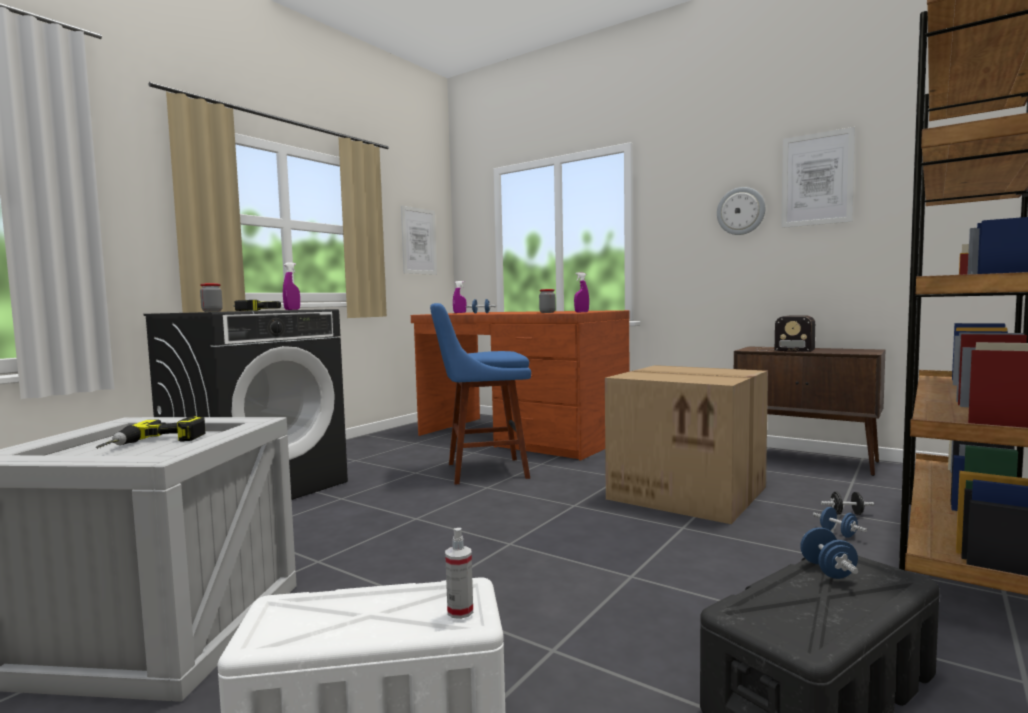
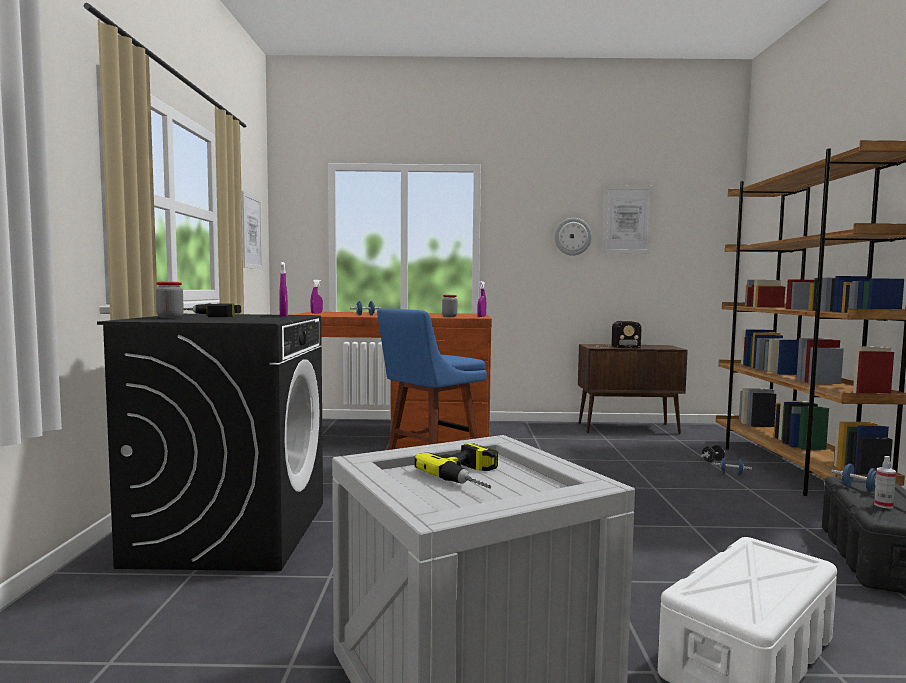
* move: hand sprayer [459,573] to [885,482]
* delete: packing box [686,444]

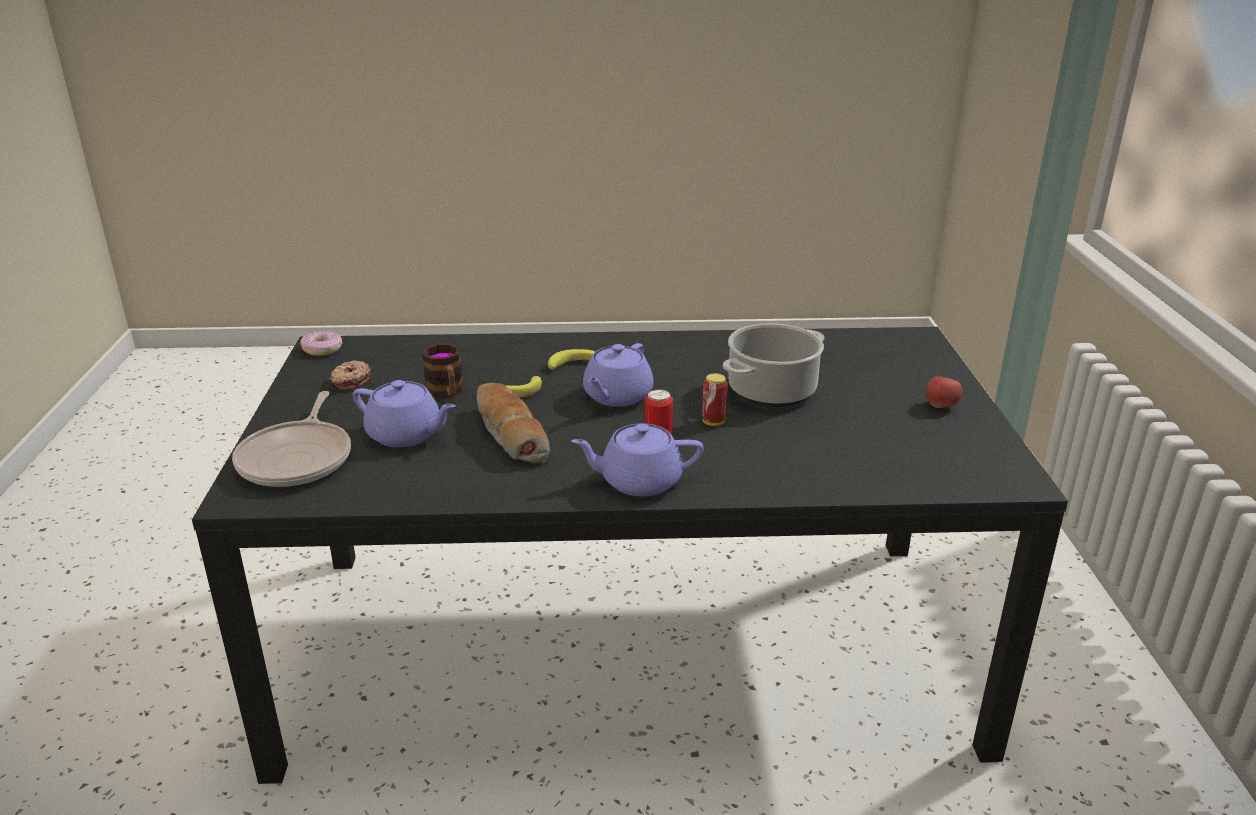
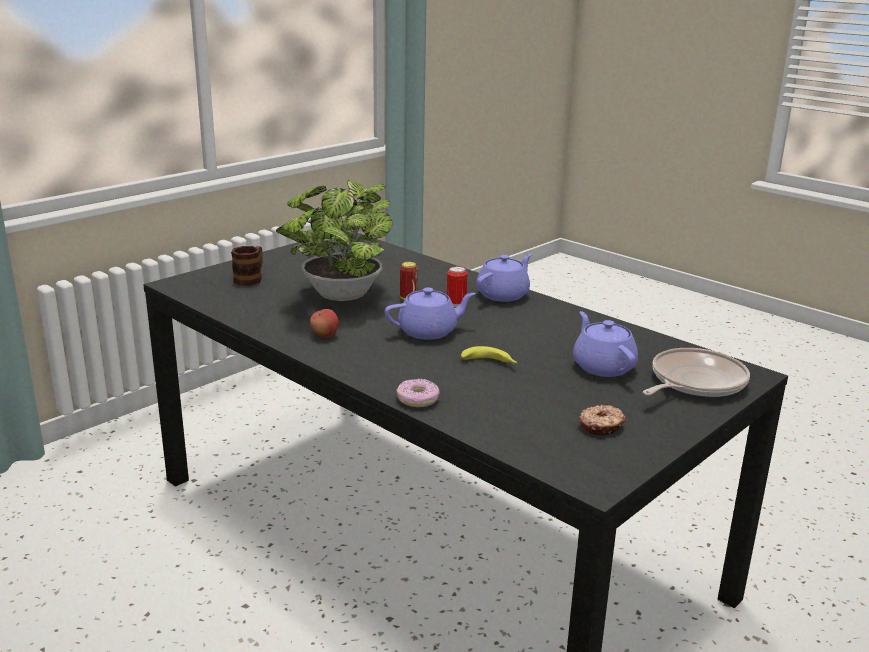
* move: donut [321,343] to [418,393]
* move: coffee mug [443,370] to [247,265]
* delete: bread [513,423]
* delete: banana fruit [571,359]
* rotate: pot for tea (purple-coloured) [637,460] = [504,278] 90 degrees counterclockwise
* replace: cooking pot [773,365] to houseplant [334,240]
* move: apple [944,392] to [324,323]

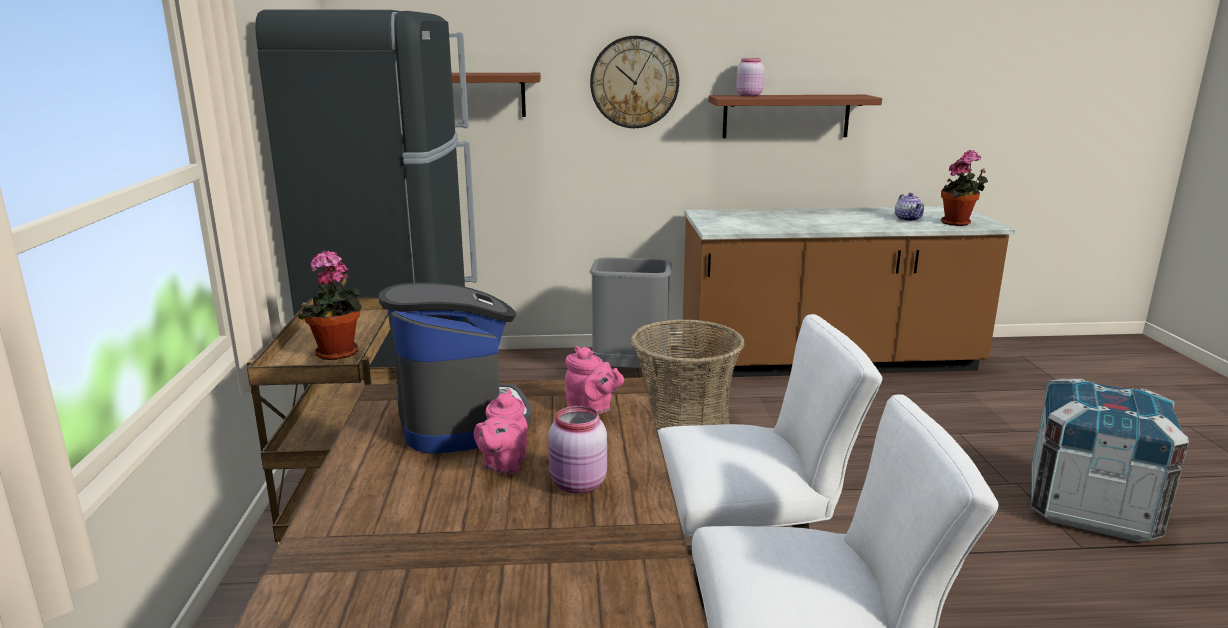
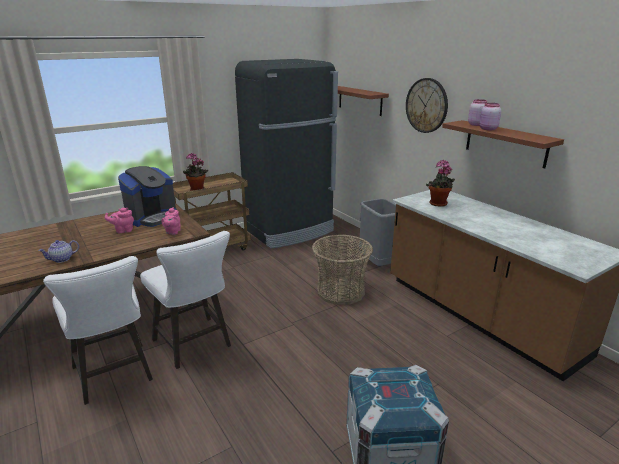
* move: preserve jar (pink) [577,450] to [490,116]
* move: pot for tea [909,207] to [58,251]
* move: houseplant [964,188] to [440,183]

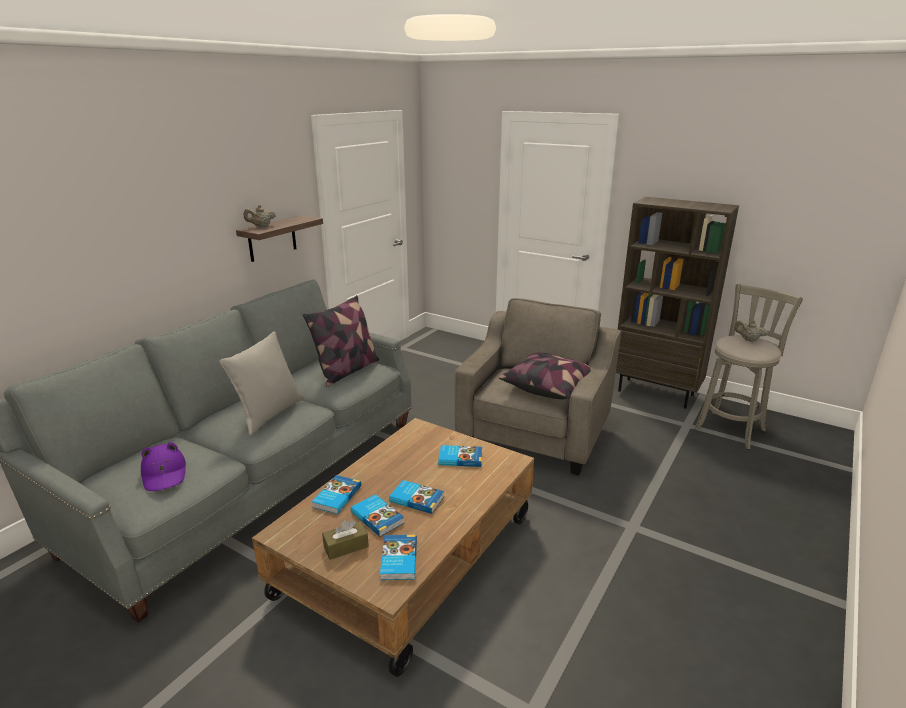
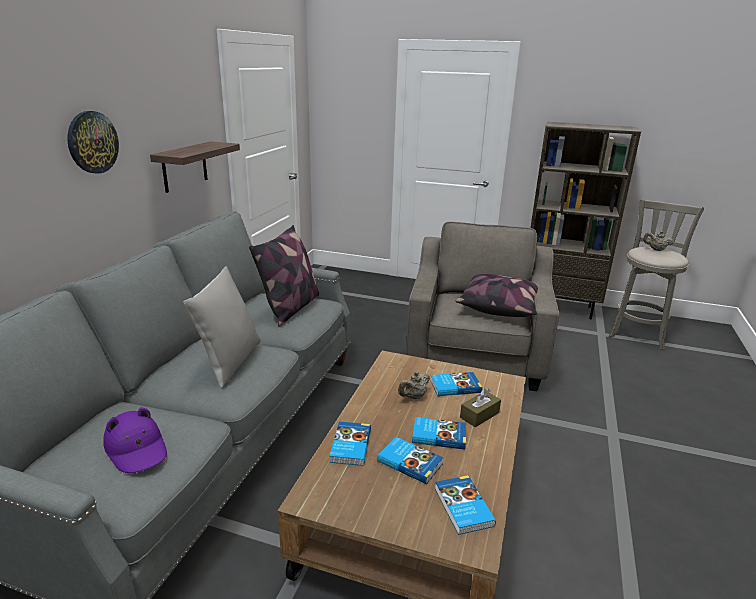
* move: pot for tea (sand-coloured) [260,216] to [414,385]
* move: box of tissues (brownish) [345,540] to [480,407]
* insert: clock on the wall [93,142]

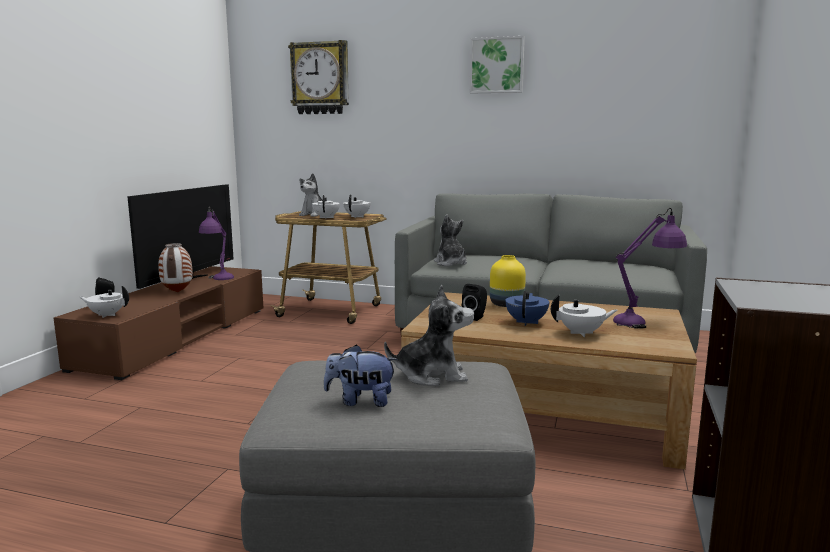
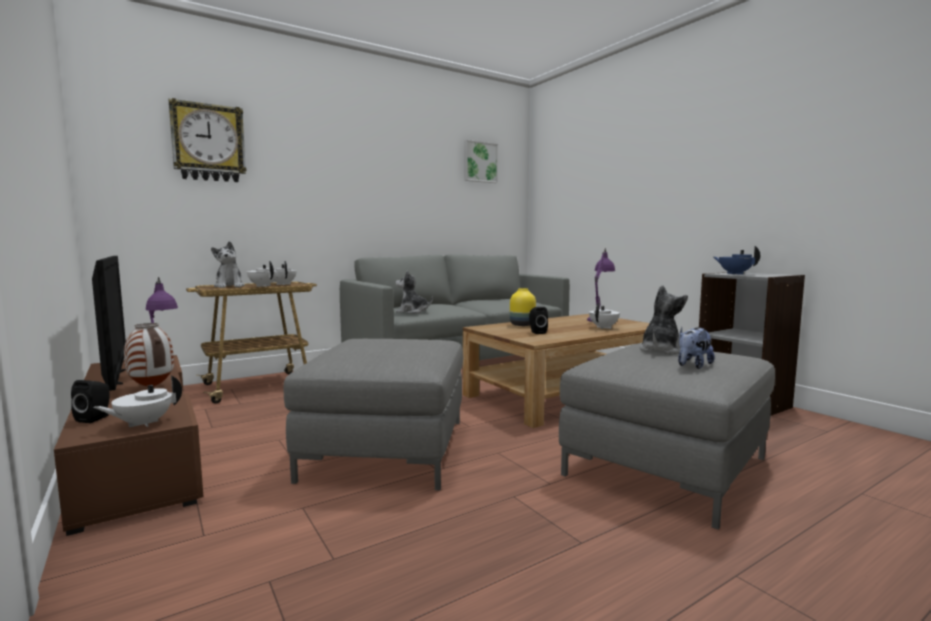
* move: wall picture [497,65] to [481,161]
* move: pot for tea (blue) [527,308] to [737,260]
* insert: ottoman (gray) [373,414]

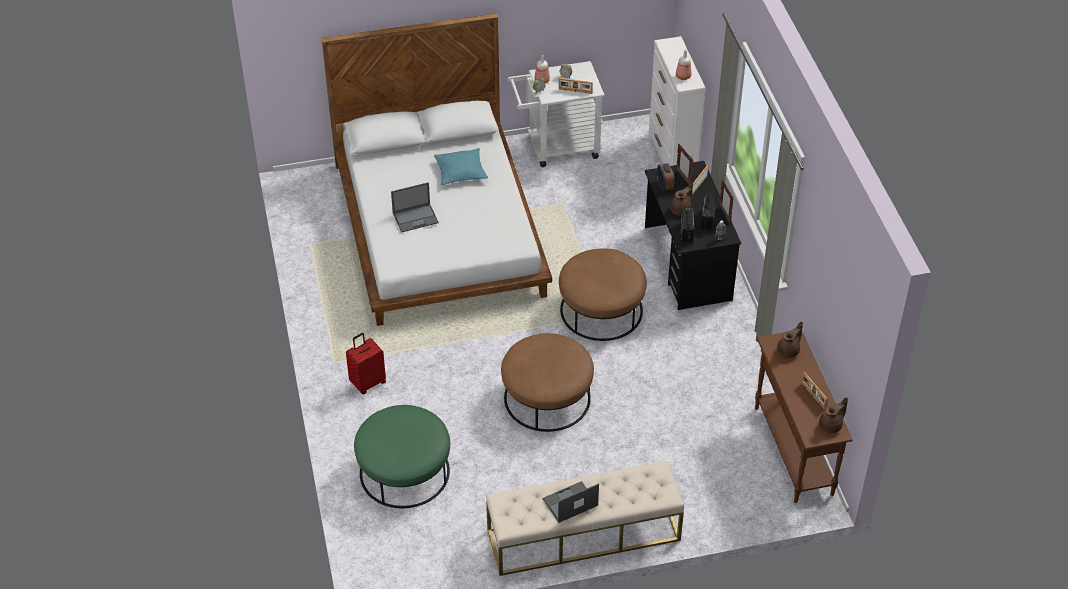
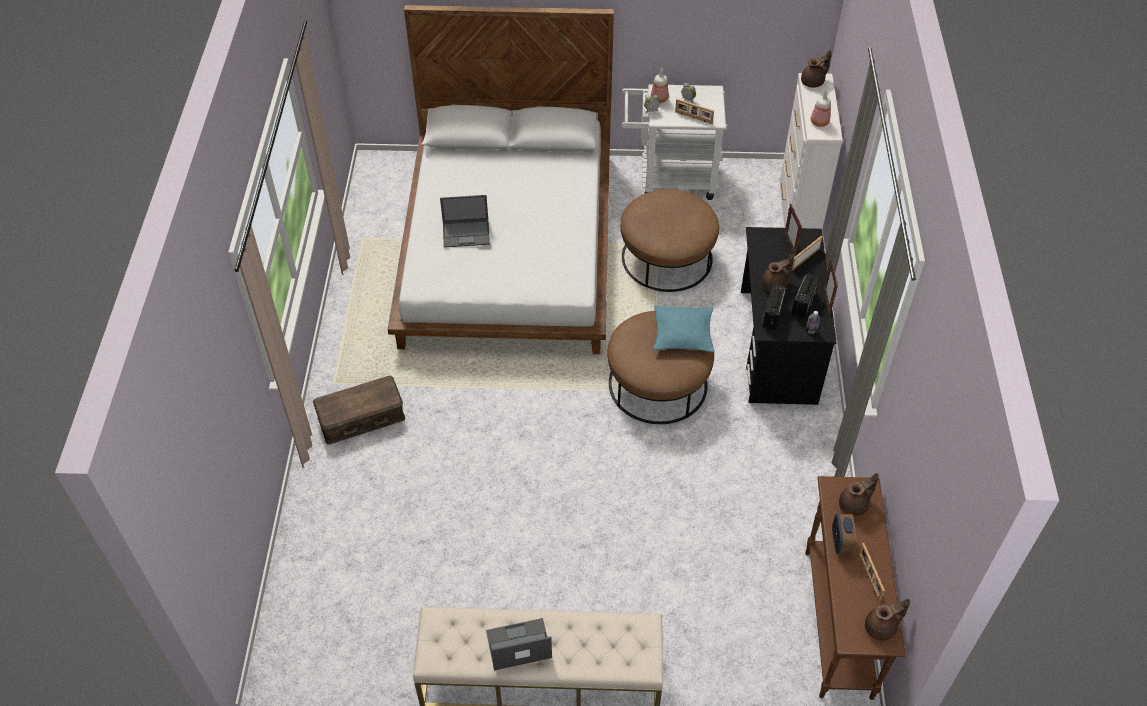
* replace: suitcase (reddish) [366,363] to storage container (brownish) [359,410]
* delete: ottoman (green-coloured) [402,456]
* move: throw pillow (turquoise) [461,166] to [683,328]
* move: ottoman (brownish) [547,382] to [670,240]
* move: alarm clock [665,177] to [844,534]
* insert: pot for tea (brownish) [816,69]

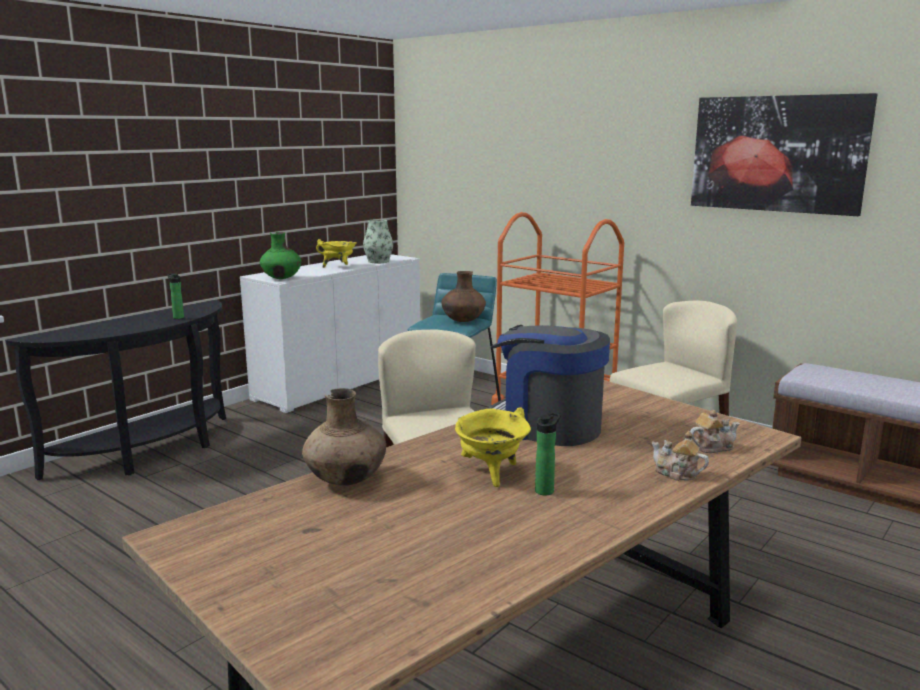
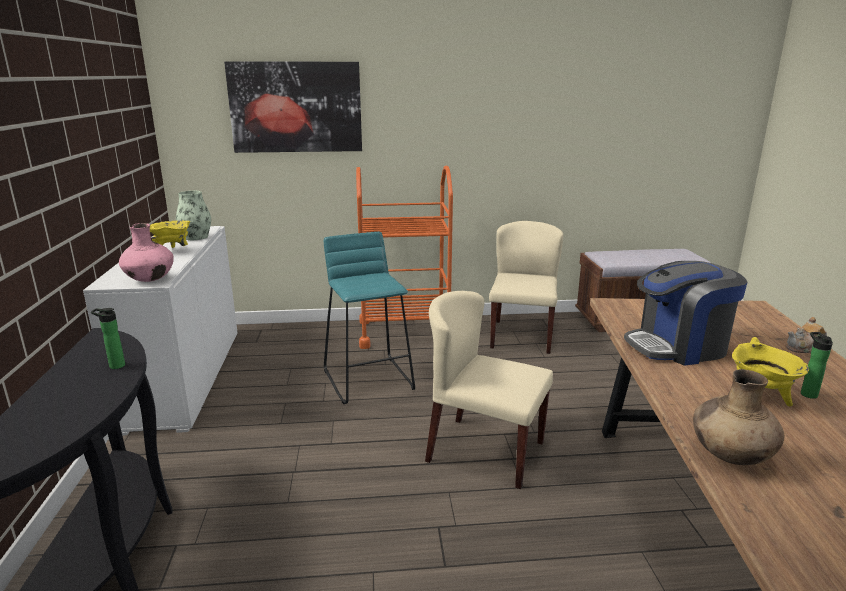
* recolor: decorative vase (green-coloured) [280,255] to decorative vase (pink) [146,252]
* delete: decorative vase (brownish) [463,296]
* delete: pot for tea [714,431]
* move: wall picture [784,154] to [293,107]

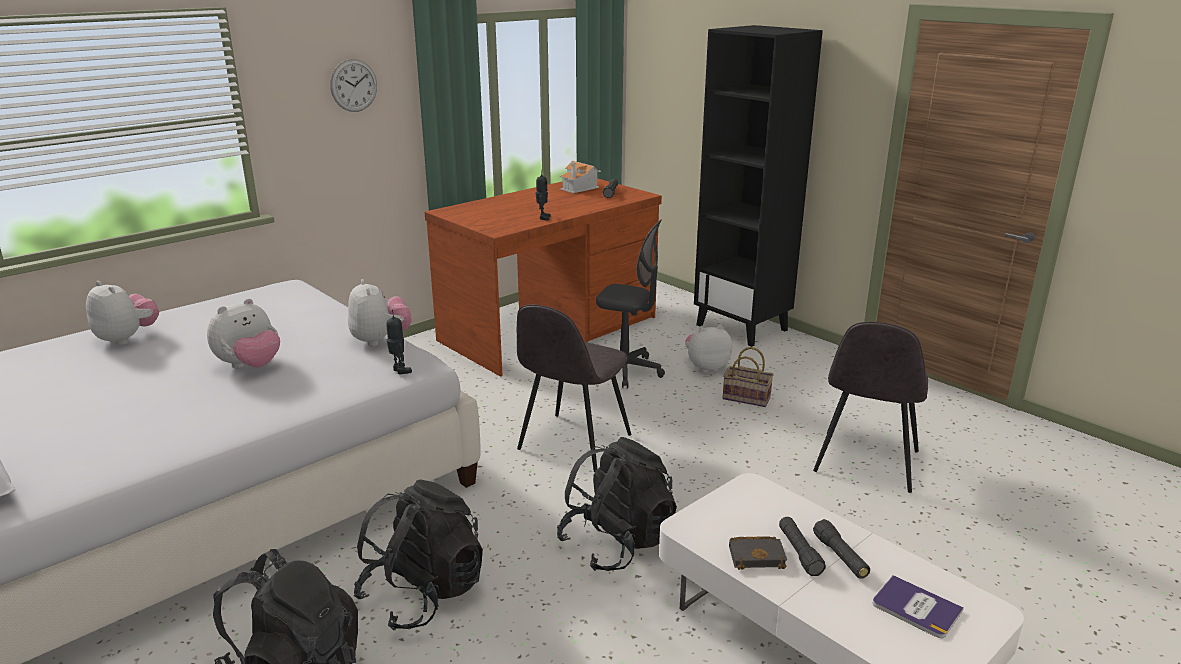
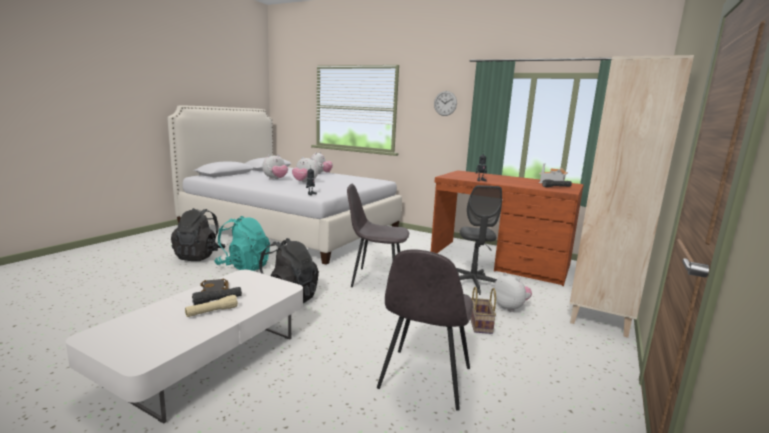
* move: cuddly toy [380,313] to [275,167]
* recolor: knapsack (blackish) [418,554] to knapsack (turquoise) [242,243]
* recolor: shelving unit (blackish) [758,186] to shelving unit (sand-coloured) [632,196]
* rotate: plain chair (gray) [870,407] = [425,330] 75 degrees counterclockwise
* recolor: flashlight (blackish) [841,549] to flashlight (sand-coloured) [211,306]
* delete: bound book [918,606]

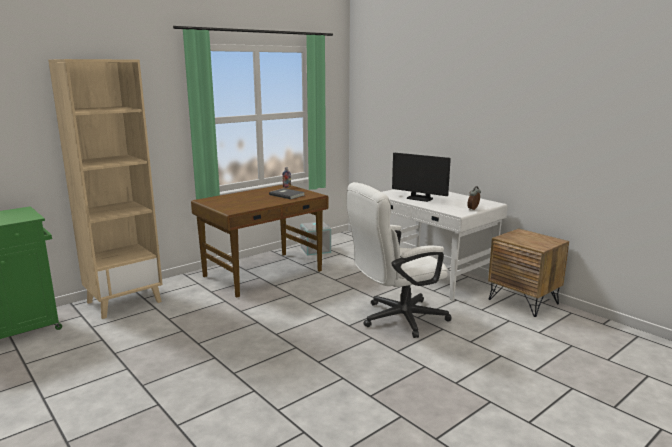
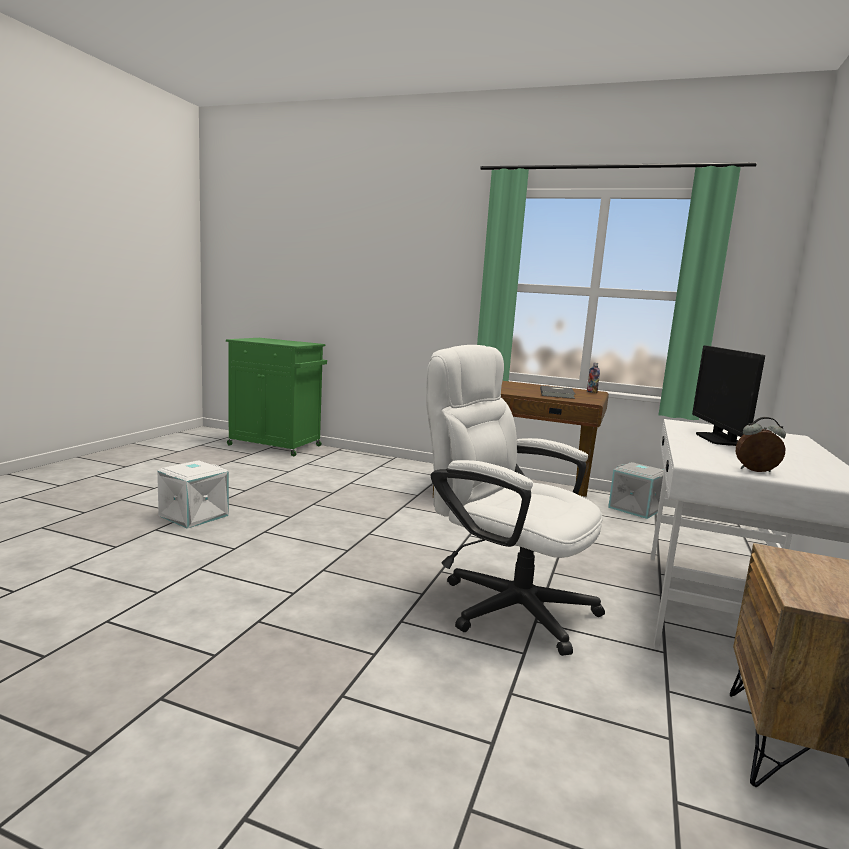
* delete: shelving unit (sand-coloured) [105,189]
* insert: storage container (white) [193,494]

